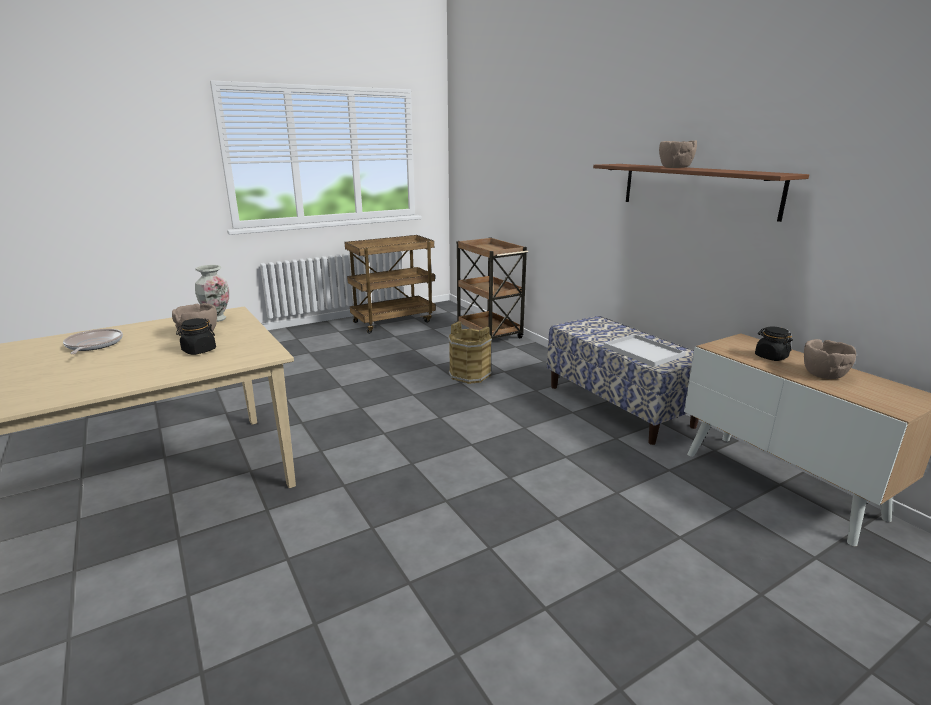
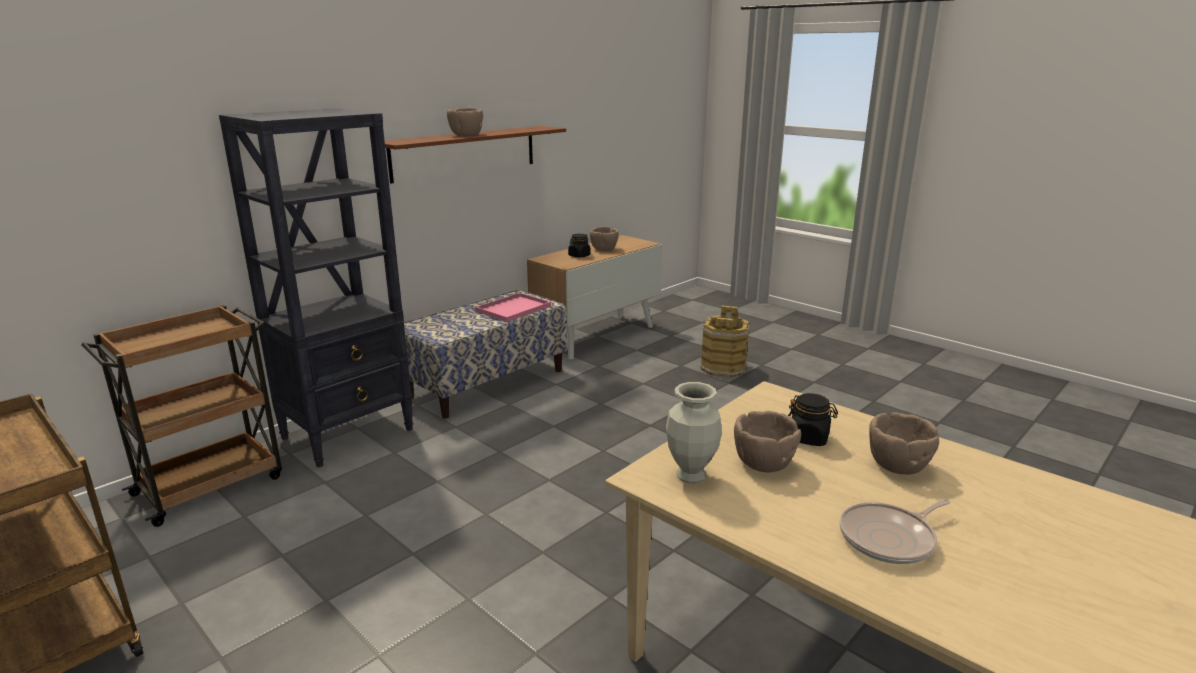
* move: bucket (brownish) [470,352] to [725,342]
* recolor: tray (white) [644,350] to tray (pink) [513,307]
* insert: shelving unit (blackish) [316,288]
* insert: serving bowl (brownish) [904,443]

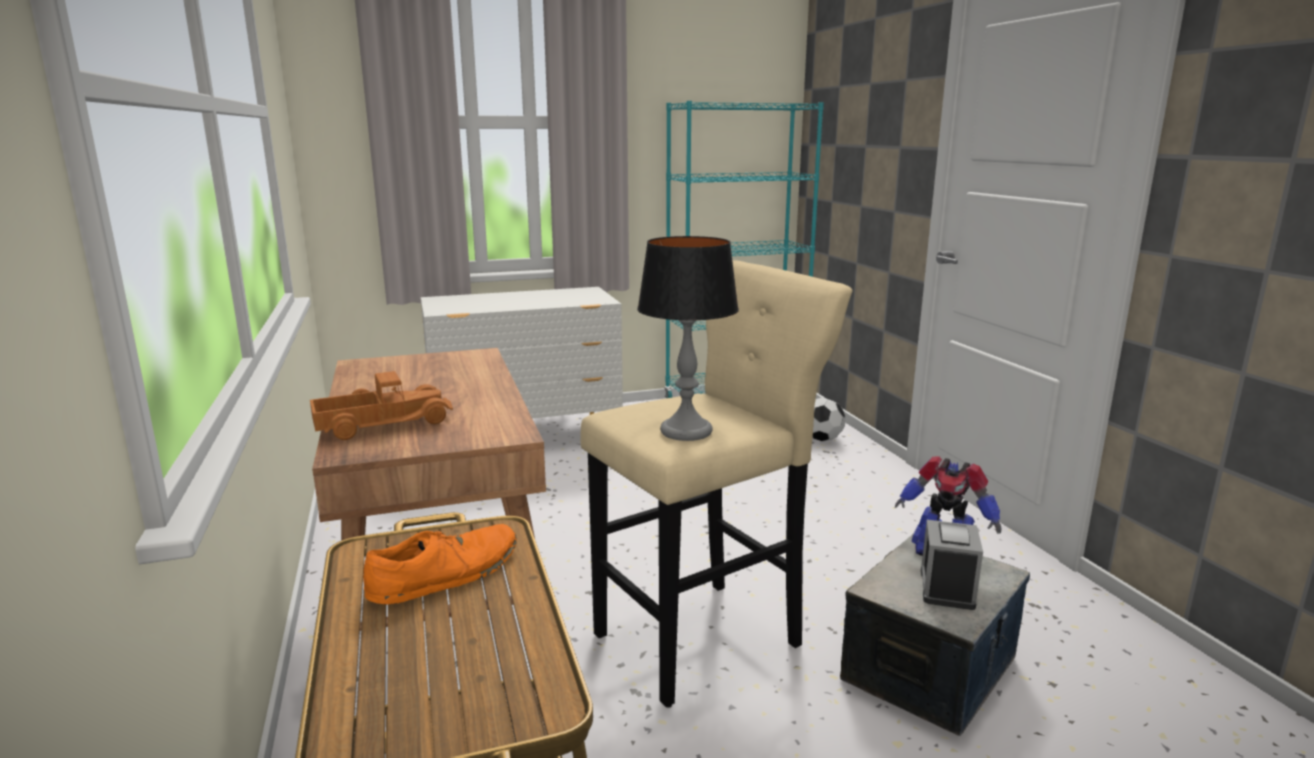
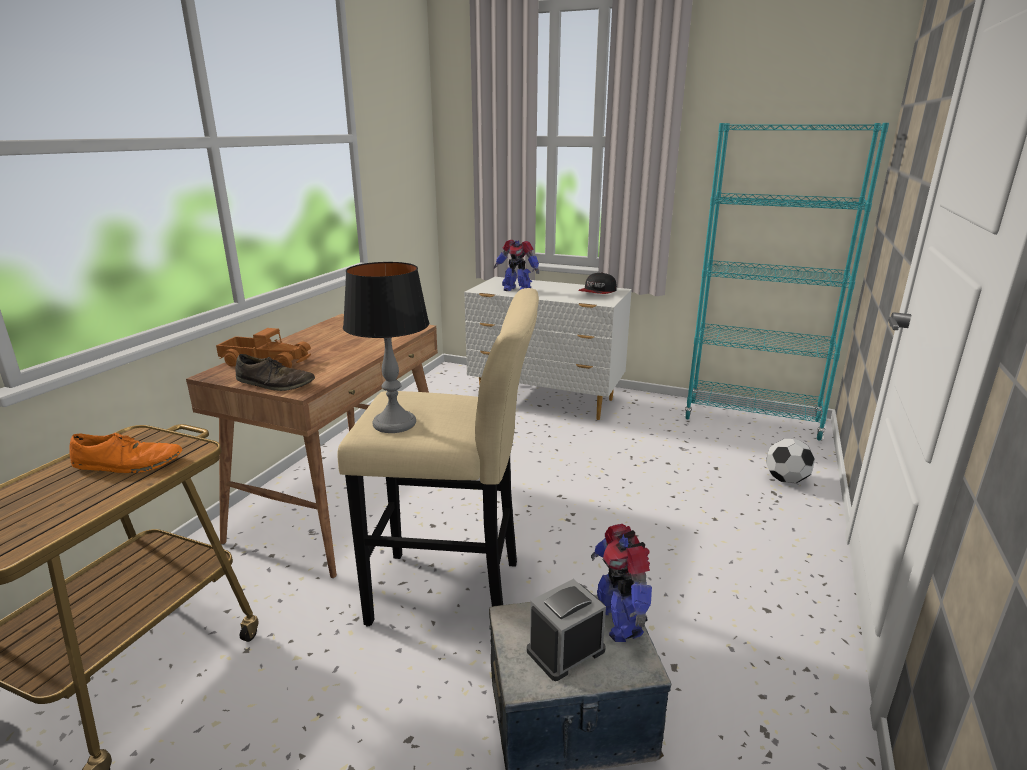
* insert: shoe (brownish) [275,372]
* insert: toy robot [516,265]
* insert: peaked cap [597,283]

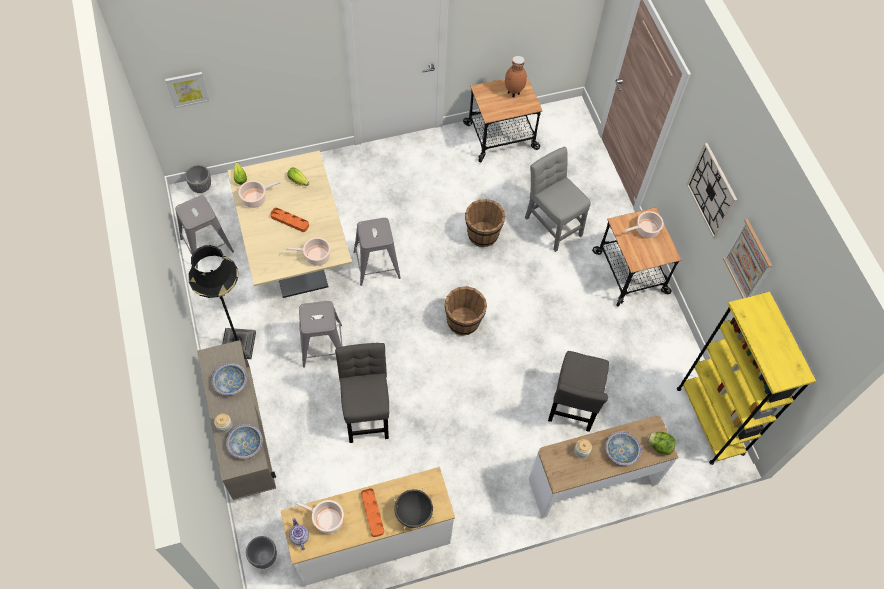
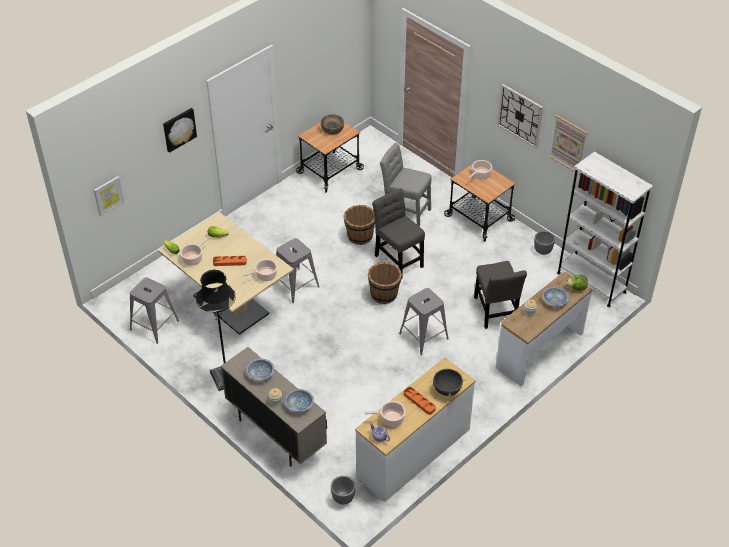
* move: plant pot (gray) [198,179] to [544,243]
* move: stool (gray) [321,334] to [424,321]
* move: plain chair (gray) [362,393] to [398,233]
* replace: decorative vase (brownish) [516,76] to serving bowl (brownish) [332,124]
* recolor: shelving unit (yellow) [746,378] to shelving unit (white) [605,229]
* insert: wall picture [180,130]

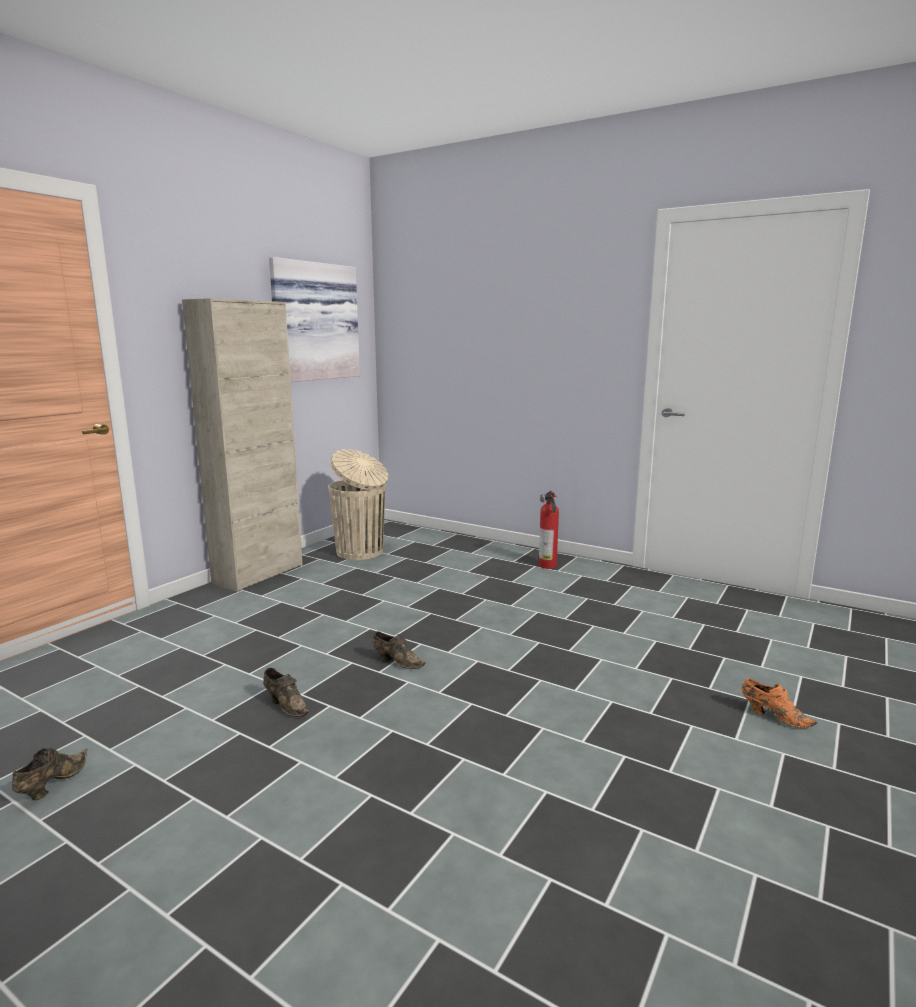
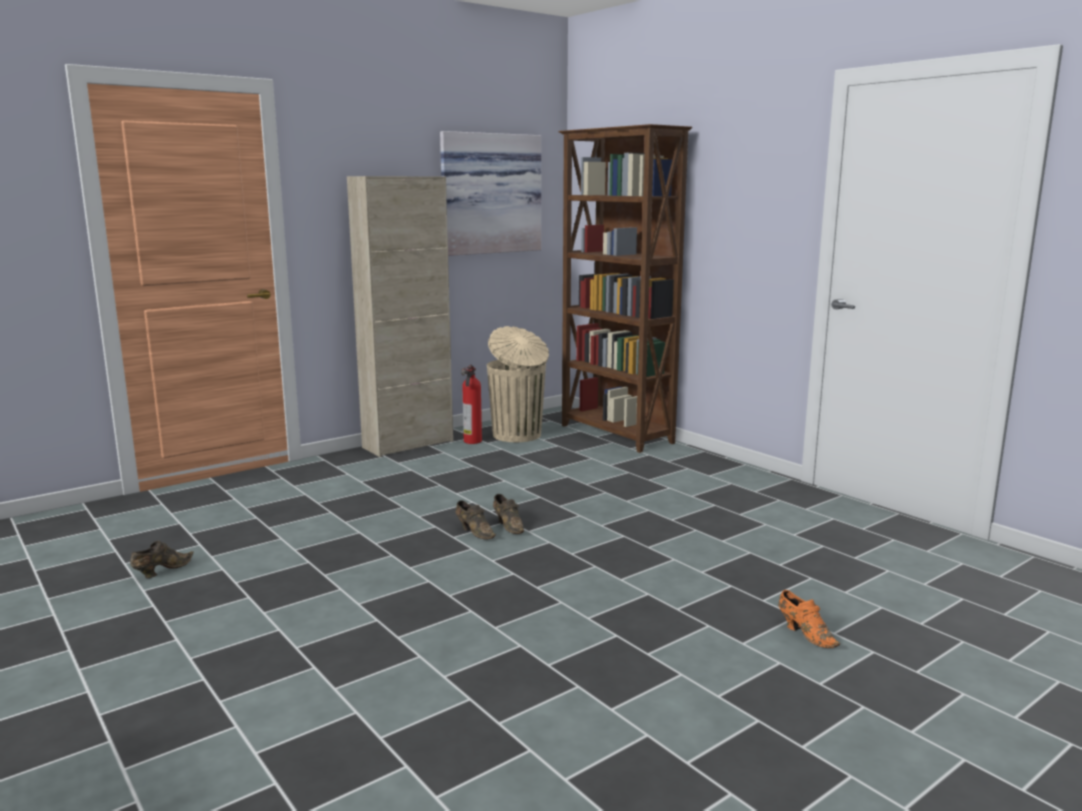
* move: shoe (brownish) [286,692] to [508,514]
* move: extinguisher [549,530] to [471,404]
* insert: shelving unit (brownish) [625,288]

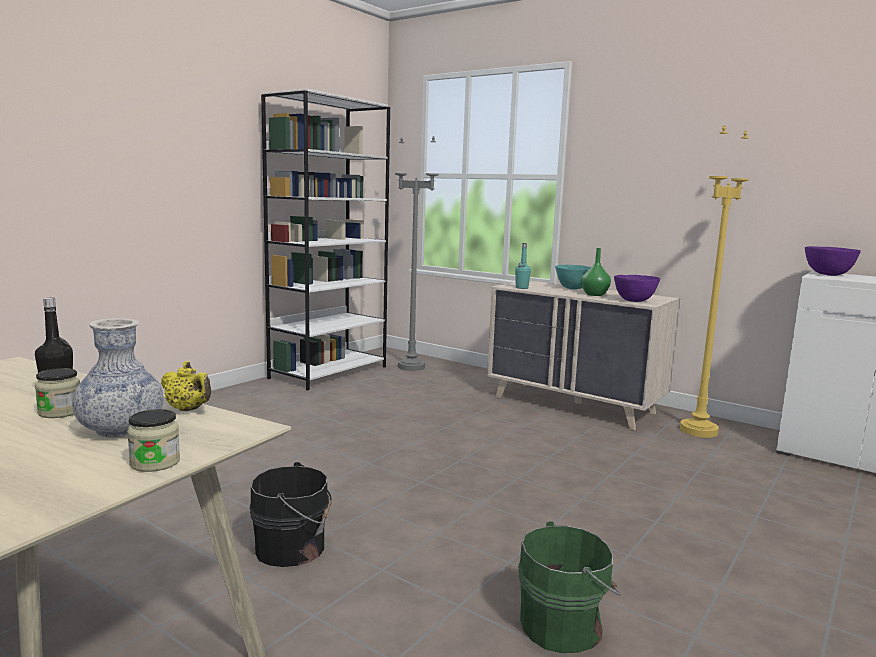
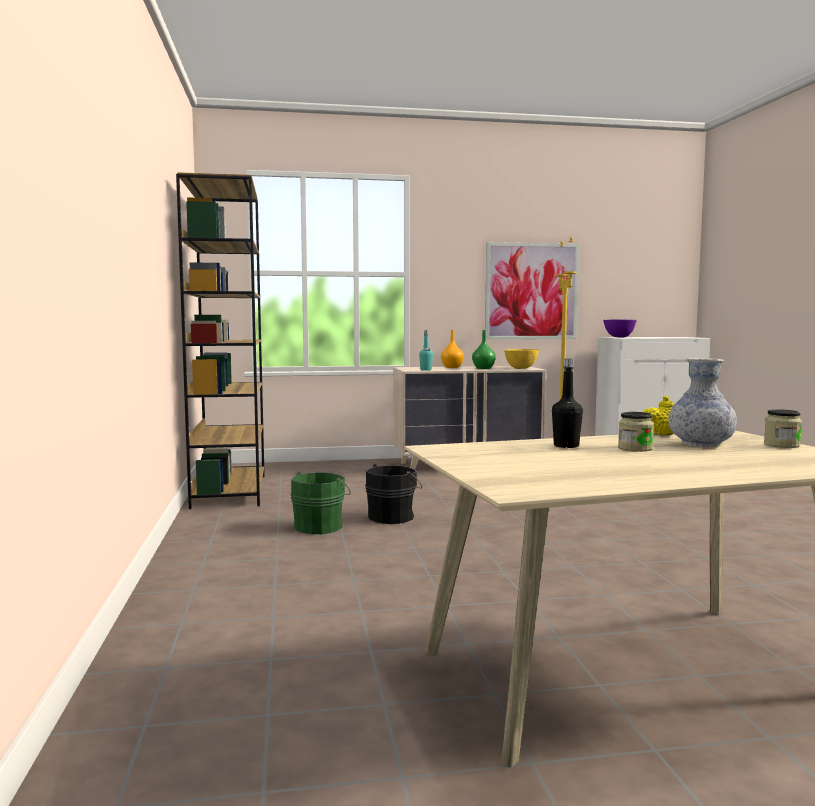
* move: bucket (blackish) [290,514] to [393,494]
* recolor: shelving unit (white) [325,239] to shelving unit (brownish) [220,340]
* delete: standard lamp (gray) [417,253]
* move: bucket (green-coloured) [569,587] to [320,503]
* replace: serving bowl (turquoise) [573,277] to decorative vase (orange) [452,349]
* recolor: serving bowl (purple-coloured) [637,288] to serving bowl (yellow) [521,359]
* insert: wall picture [532,291]

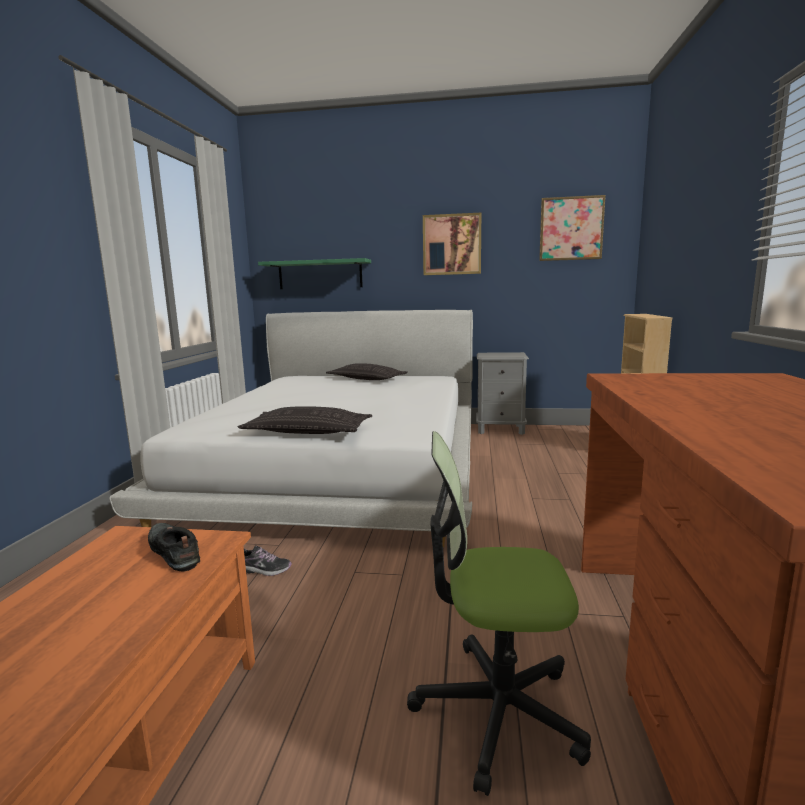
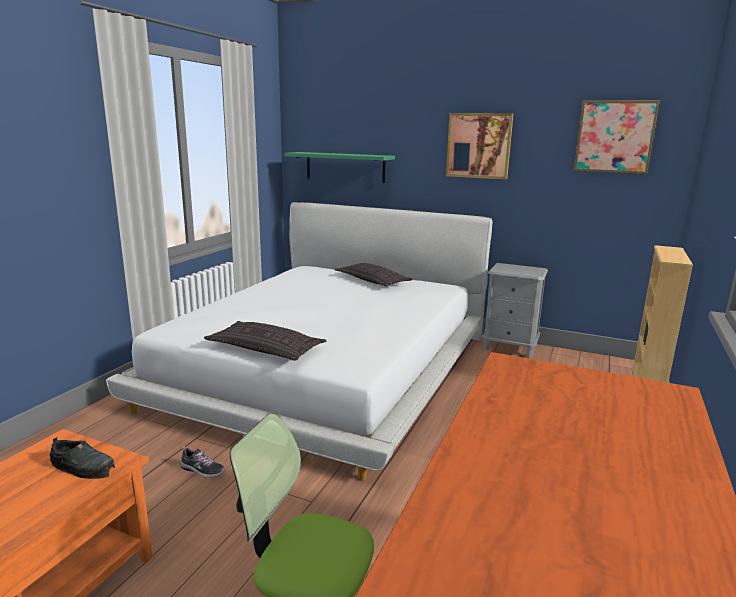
* rotate: shoe (blackish) [174,547] = [82,458] 135 degrees clockwise

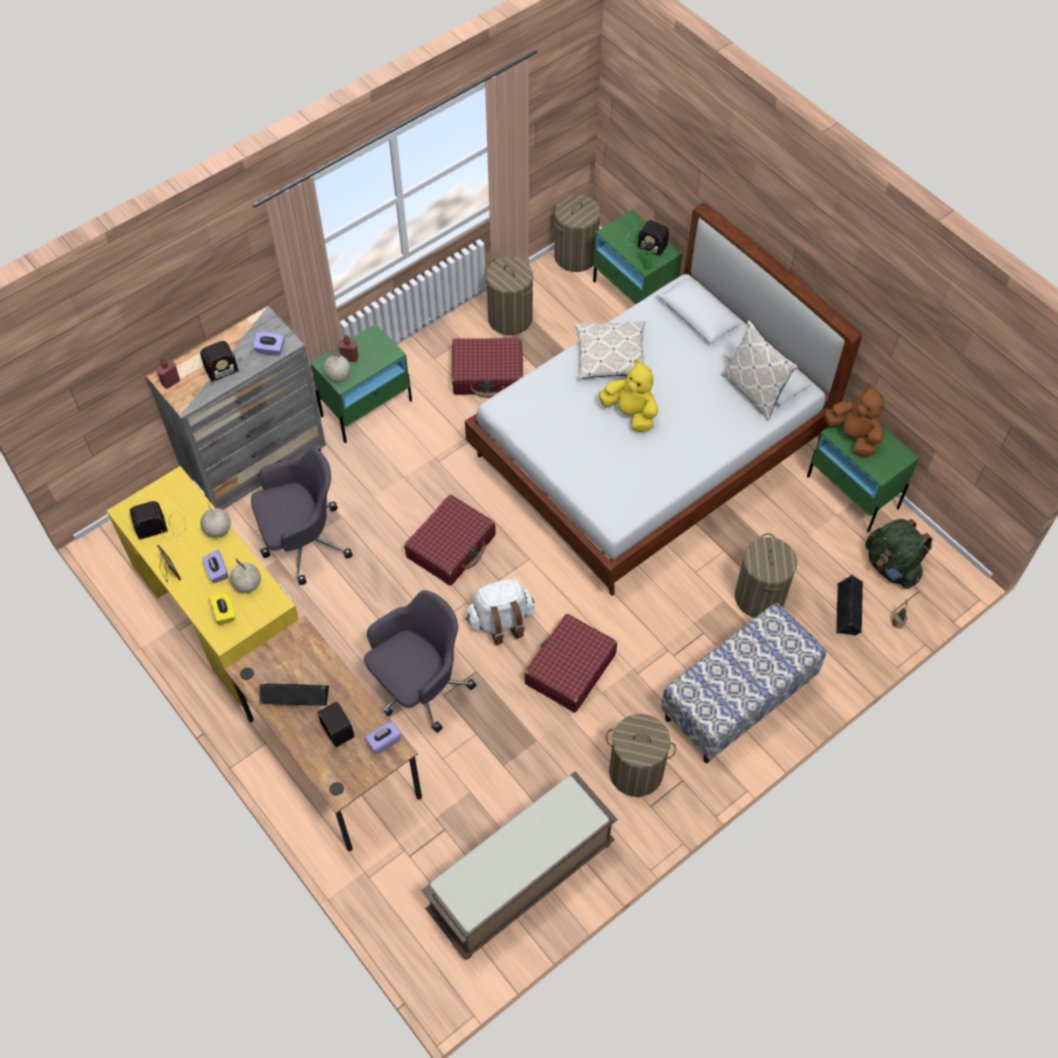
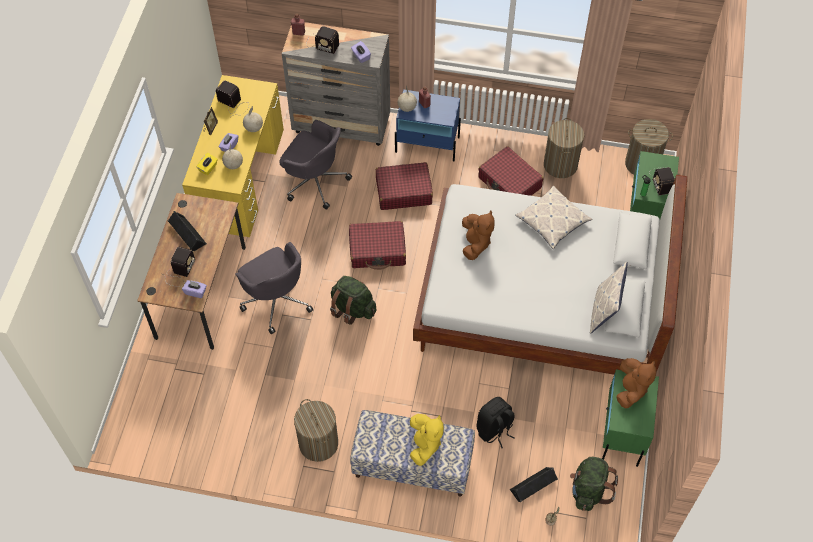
* recolor: night table (green-coloured) [361,383] to night table (blue) [428,125]
* rotate: office chair (gray) [420,661] = [274,288] 45 degrees clockwise
* delete: long seat (brownish) [519,865]
* recolor: knapsack (white) [500,612] to knapsack (green-coloured) [353,300]
* move: suitcase (reddish) [570,663] to [404,186]
* move: cuddly toy (yellow) [628,395] to [427,440]
* replace: hamper [766,575] to knapsack (blackish) [495,422]
* insert: cuddly toy (brownish) [478,235]

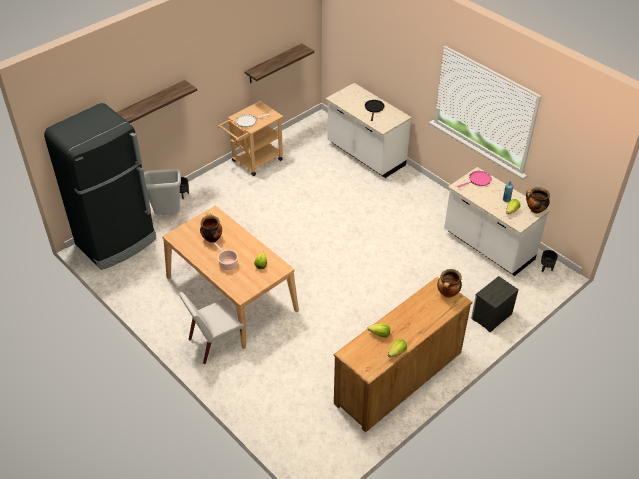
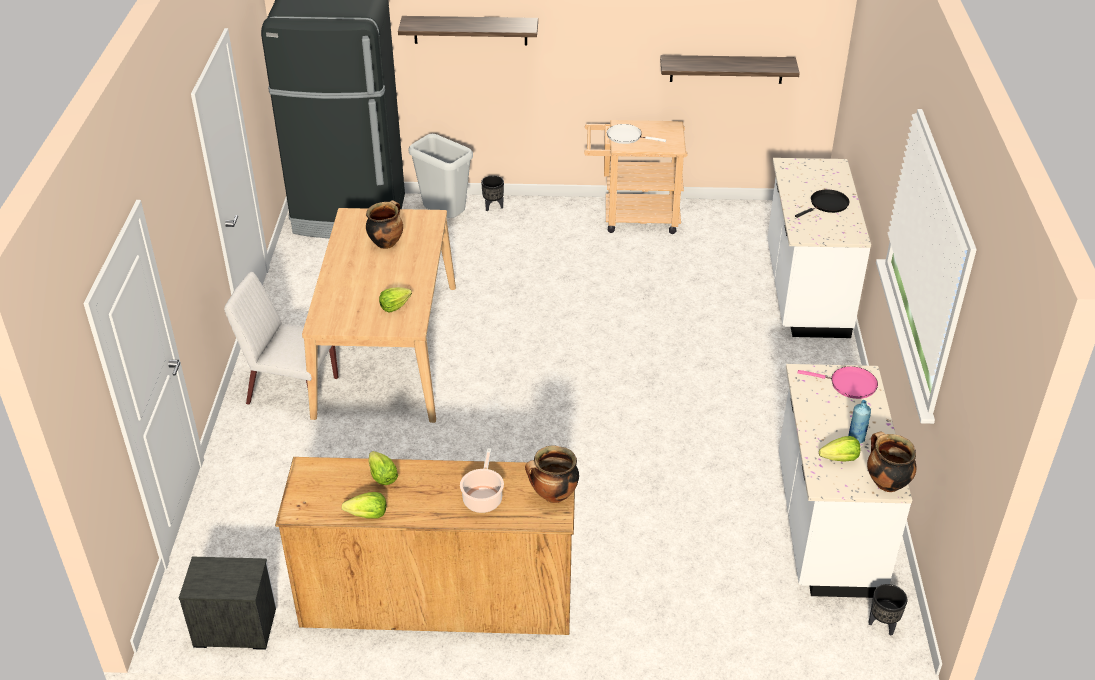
* move: cooking pot [226,256] to [482,480]
* move: night table [495,304] to [227,603]

